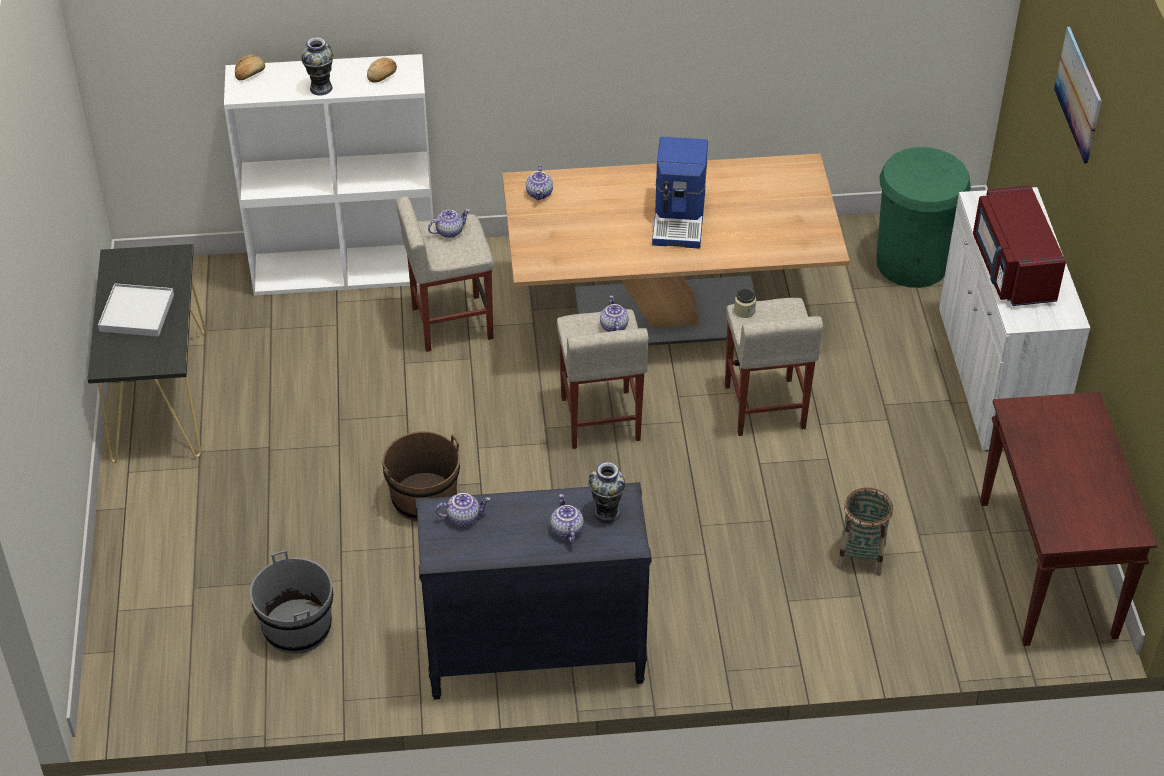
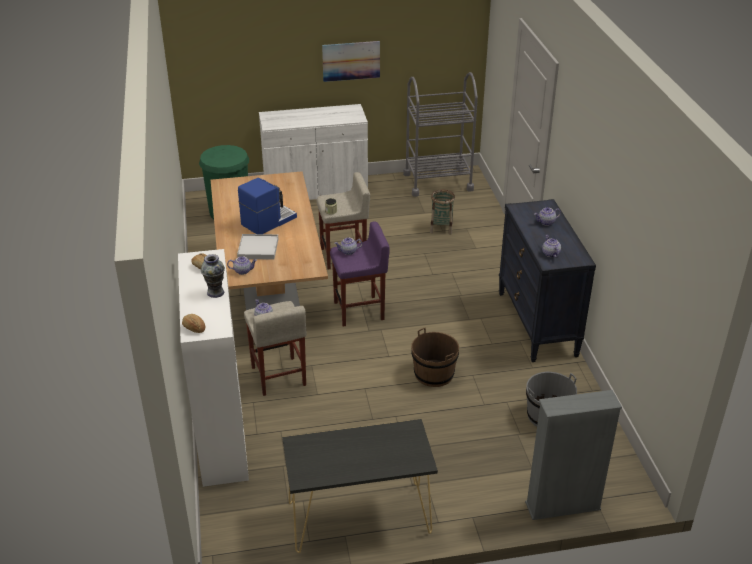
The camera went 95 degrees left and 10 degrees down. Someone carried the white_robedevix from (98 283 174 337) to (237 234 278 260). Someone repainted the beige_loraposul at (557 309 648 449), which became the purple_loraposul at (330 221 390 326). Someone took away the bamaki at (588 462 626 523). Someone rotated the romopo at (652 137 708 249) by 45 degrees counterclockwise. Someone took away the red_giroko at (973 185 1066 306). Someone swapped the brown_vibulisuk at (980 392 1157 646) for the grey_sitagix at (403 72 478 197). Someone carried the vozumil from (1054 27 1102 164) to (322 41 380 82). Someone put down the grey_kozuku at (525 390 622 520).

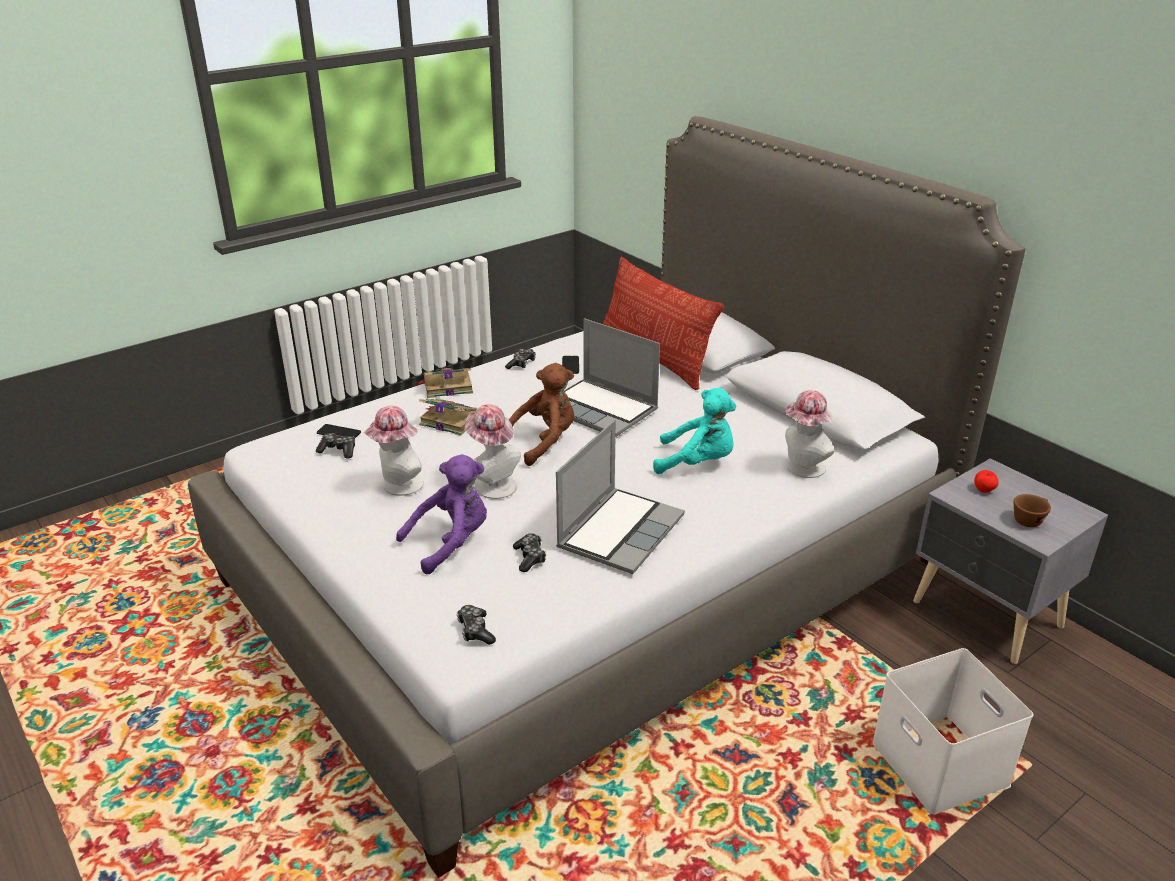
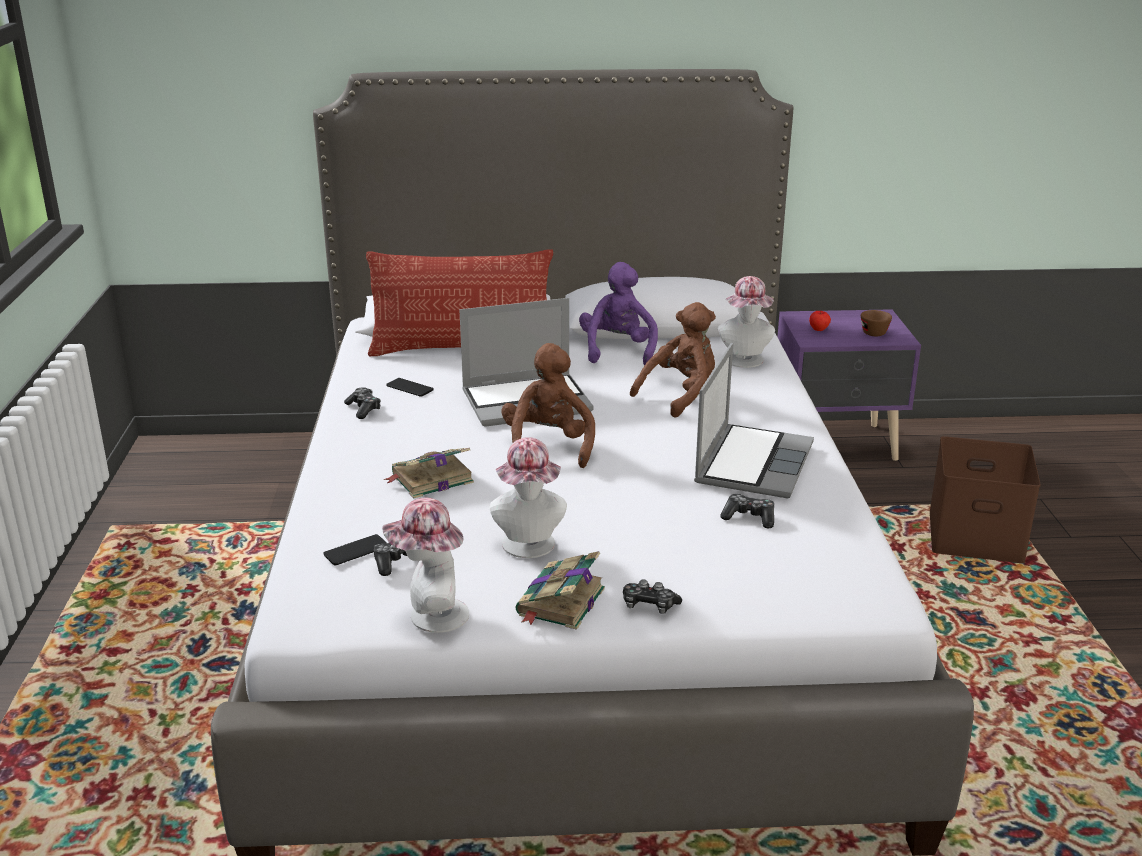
The camera went 55 degrees left and 5 degrees down. Someone carried the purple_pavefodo from (396 454 487 574) to (579 262 658 366). Someone carried the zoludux from (415 368 473 398) to (516 551 605 630). Someone carried the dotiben from (457 605 496 645) to (623 579 682 614). Someone carried the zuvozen from (465 404 521 499) to (382 498 469 633). Someone rotated the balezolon at (556 420 685 574) by 45 degrees clockwise. Someone repainted the turquoise_pavefodo at (653 388 736 474), which became the brown_pavefodo at (630 302 716 418). Someone repainted the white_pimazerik at (873 648 1033 814), which became the brown_pimazerik at (930 436 1040 563). Someone repainted the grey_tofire at (913 458 1108 664), which became the purple_tofire at (778 309 921 461).

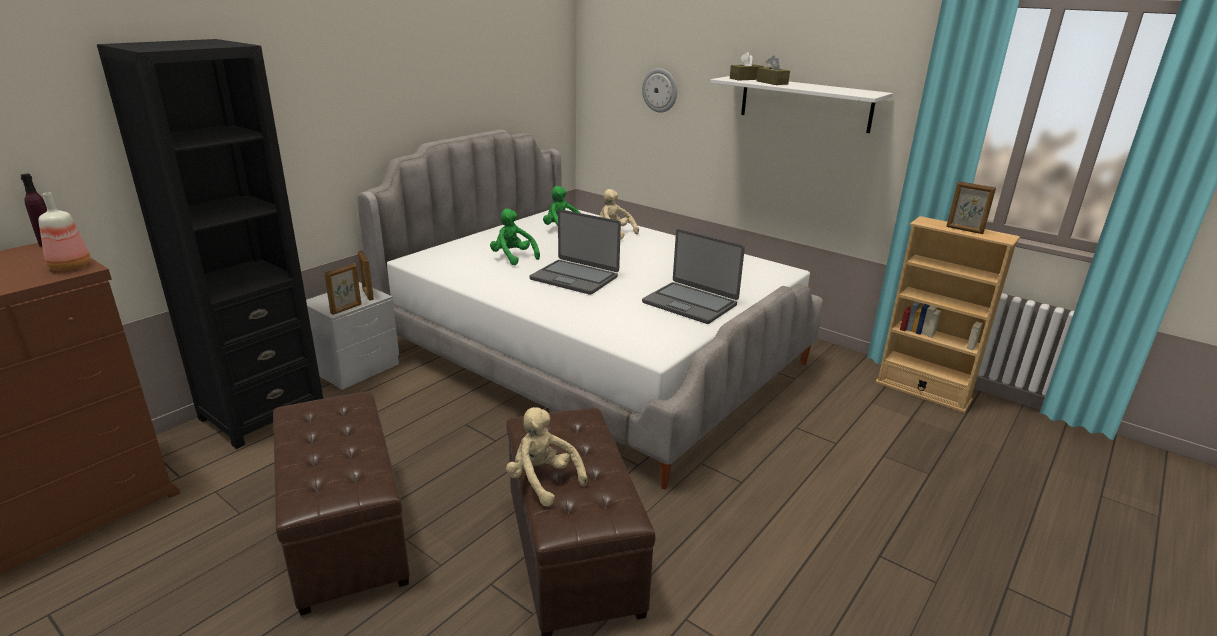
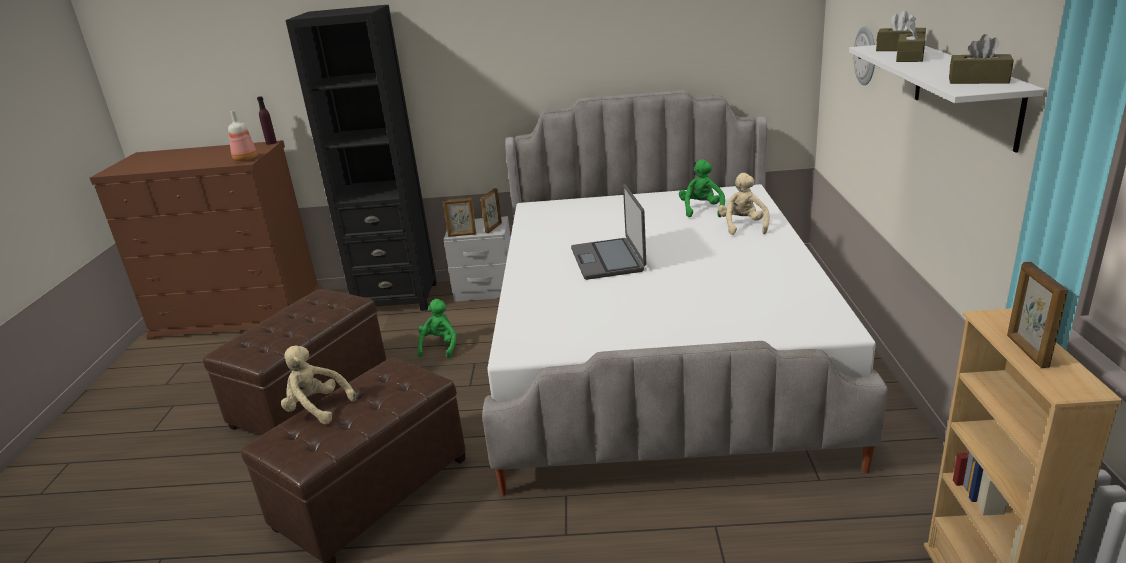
The camera went 55 degrees right and 0 degrees up. Someone carried the green_pavefodo from (490 209 540 265) to (418 299 457 358). Someone rotated the beige_pavefodo at (506 407 588 507) by 75 degrees counterclockwise. Someone took away the balezolon at (642 229 745 324). Someone put down the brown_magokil at (949 34 1014 84).

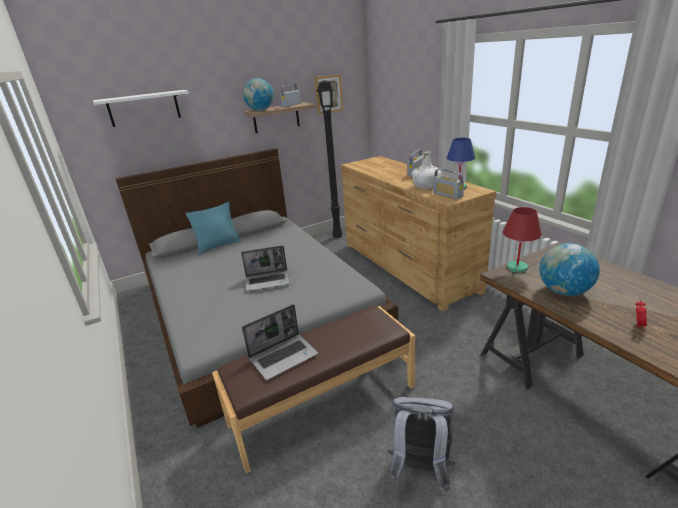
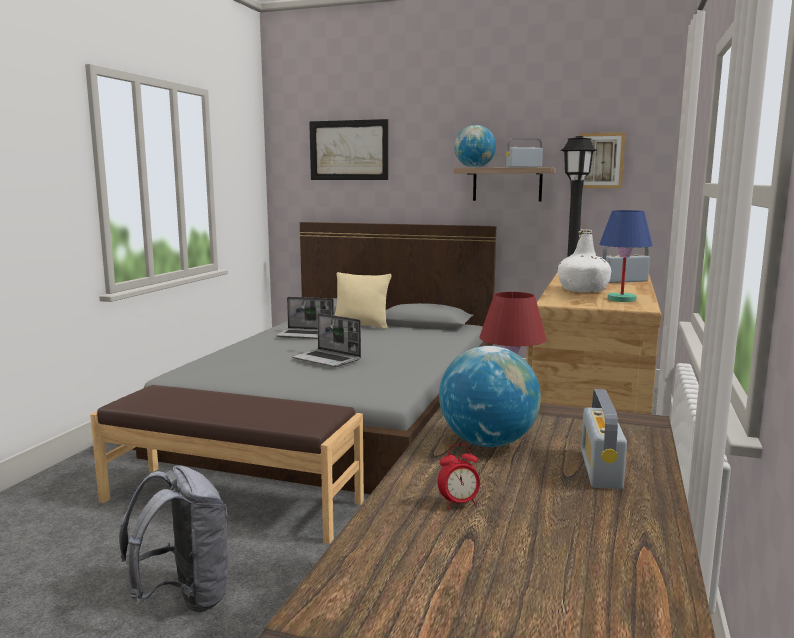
The camera went 45 degrees right and 15 degrees down. Someone swapped the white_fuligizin at (93 90 189 127) for the vozumil at (309 119 388 180). Someone repainted the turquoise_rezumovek at (186 202 241 255), which became the beige_rezumovek at (334 272 392 329). Someone carried the balezolon from (242 304 318 380) to (276 297 334 339). Someone carried the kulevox from (433 169 464 199) to (581 389 627 489).

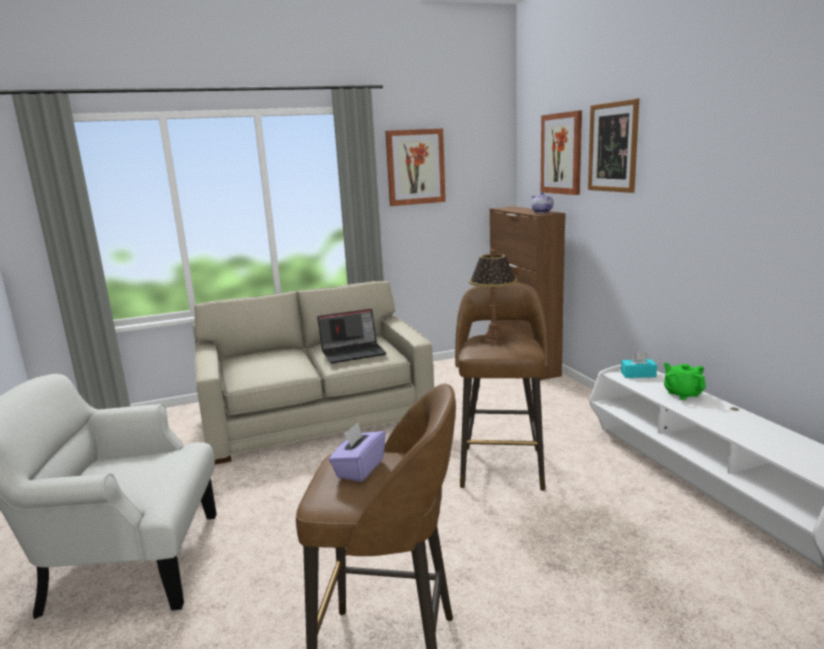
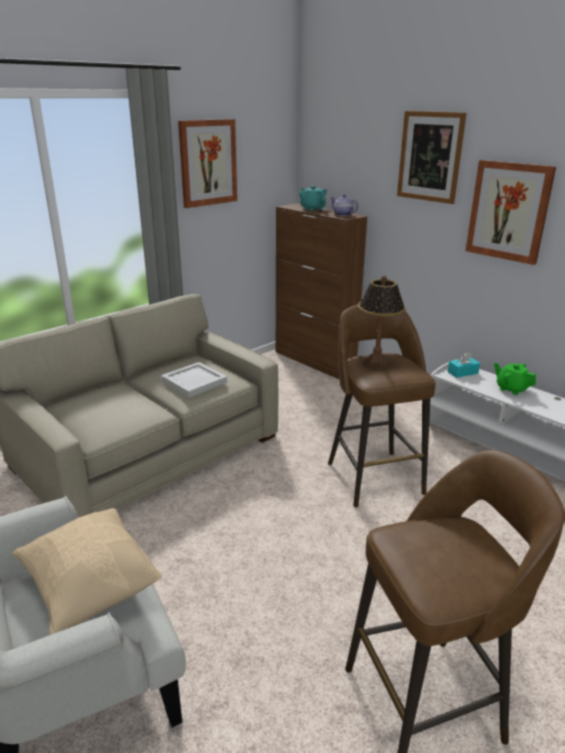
The camera went 25 degrees left and 10 degrees up. Someone swapped the balezolon at (317 309 386 364) for the white_robedevix at (161 362 227 397). Someone took away the purple_magokil at (329 422 386 482). Someone carried the vozumil from (541 110 582 195) to (466 160 556 265). Someone put down the beige_rezumovek at (12 508 162 635). Someone put down the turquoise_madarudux at (299 186 327 211).

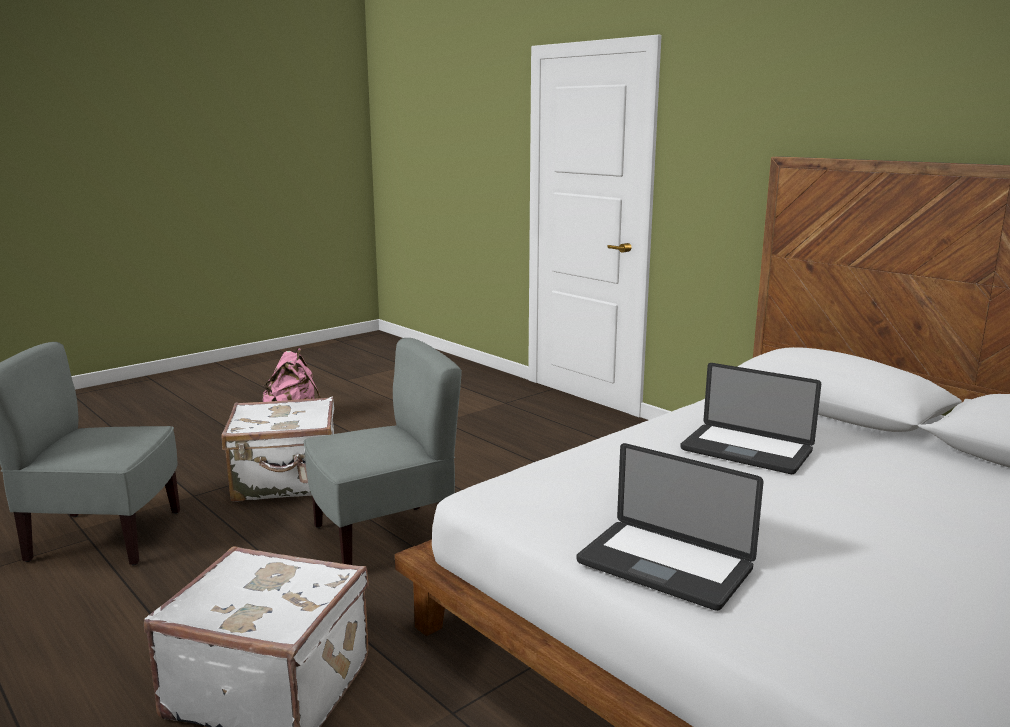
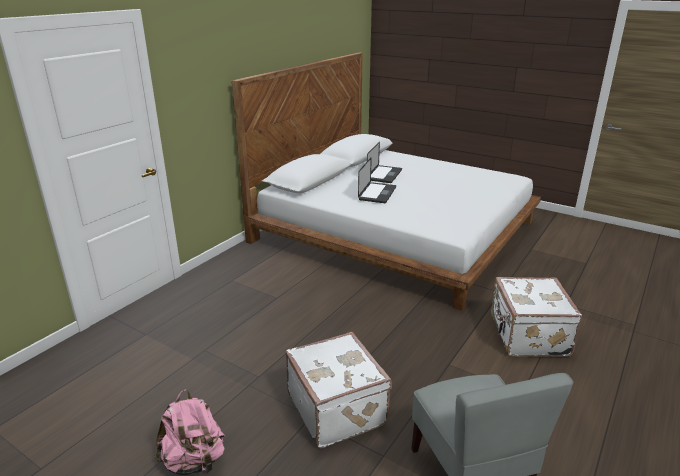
The camera went 105 degrees left and 10 degrees up. Someone took away the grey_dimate at (304 338 462 565). Someone carried the balezolon from (576 443 764 611) to (367 142 402 183).

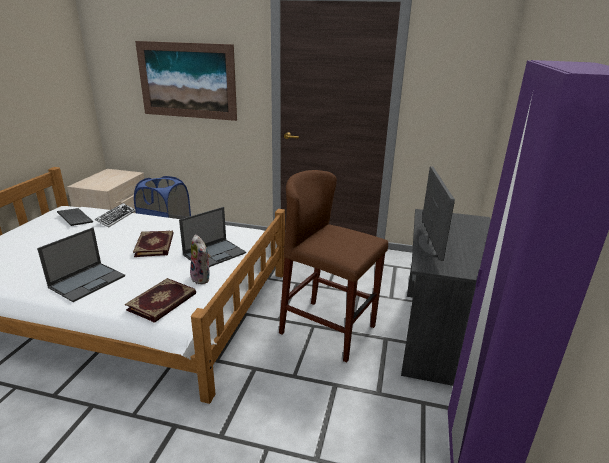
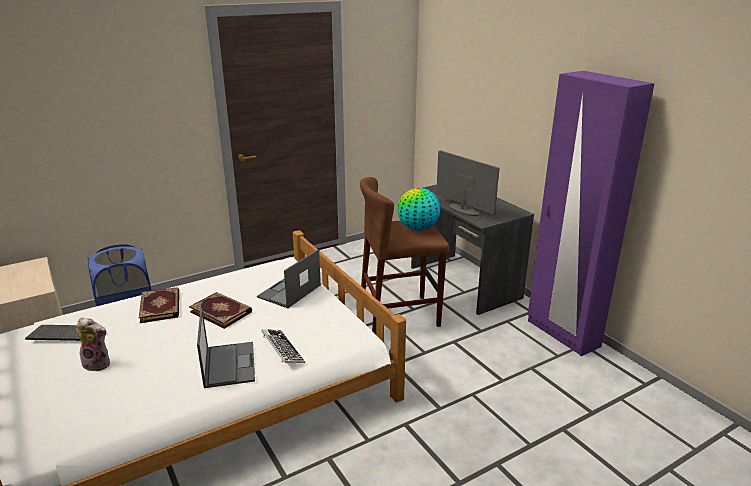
The camera went 45 degrees left and 0 degrees up. Someone carried the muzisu from (95 203 136 227) to (261 329 305 363). Someone carried the zoludux from (125 278 196 323) to (139 287 179 323). Someone took away the vozumil at (135 41 237 121). Someone rotated the balezolon at (179 207 246 267) by 150 degrees counterclockwise. Someone carried the pavefodo from (190 234 211 284) to (76 317 110 371). Someone put down the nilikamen at (397 188 440 231).

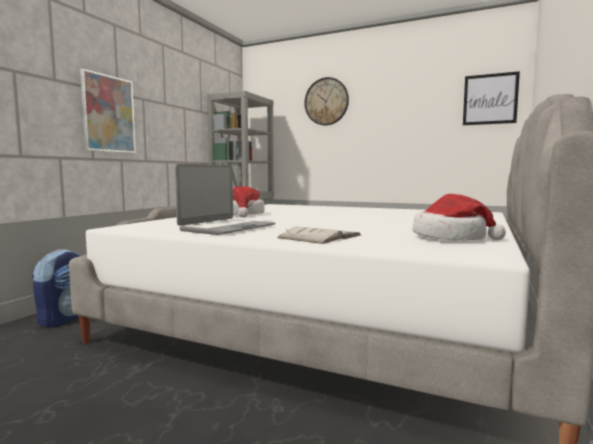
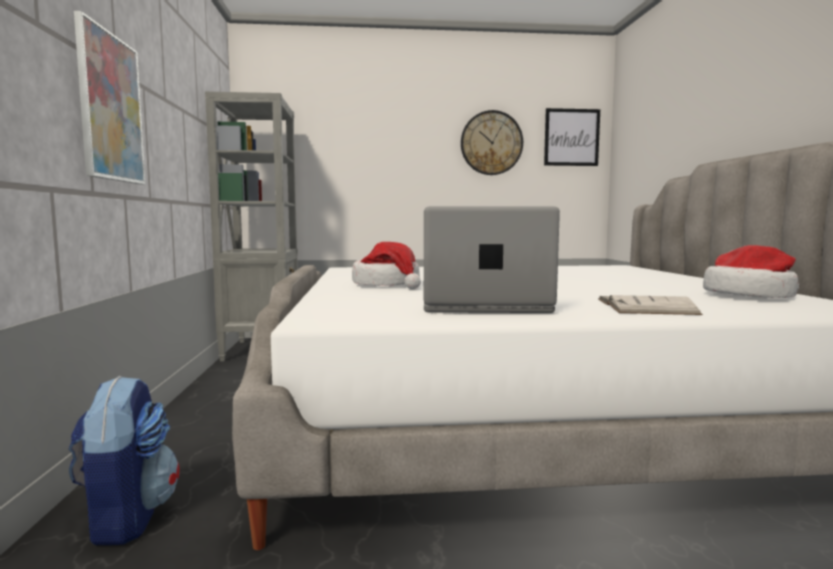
The camera went 30 degrees left and 0 degrees up. Someone rotated the balezolon at (175 164 276 235) by 90 degrees counterclockwise. Someone carried the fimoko from (304 77 349 125) to (461 110 523 175).

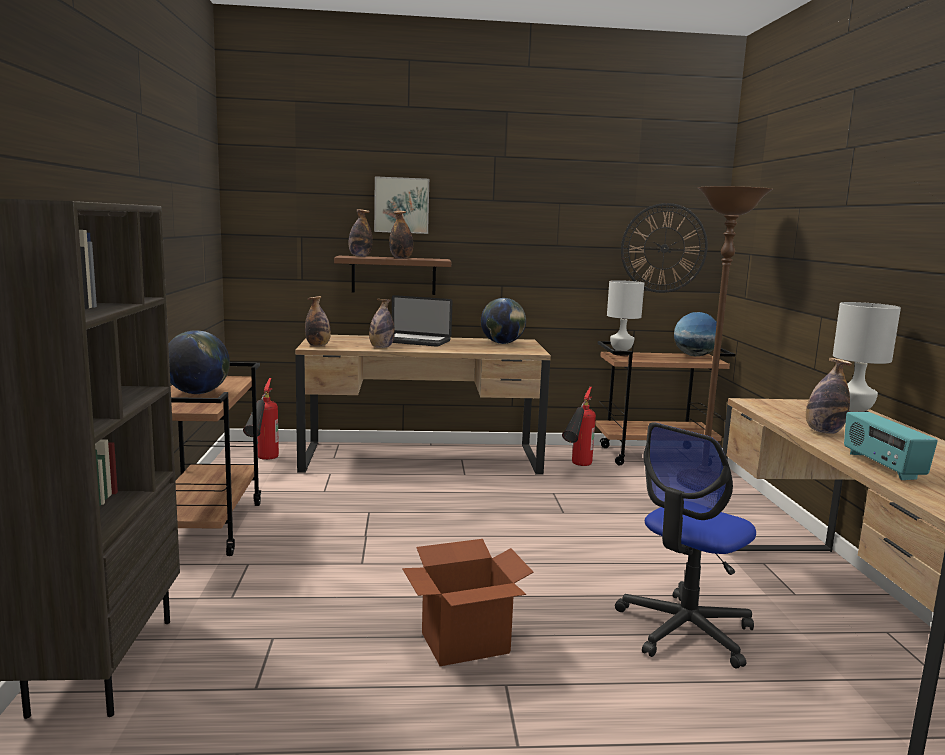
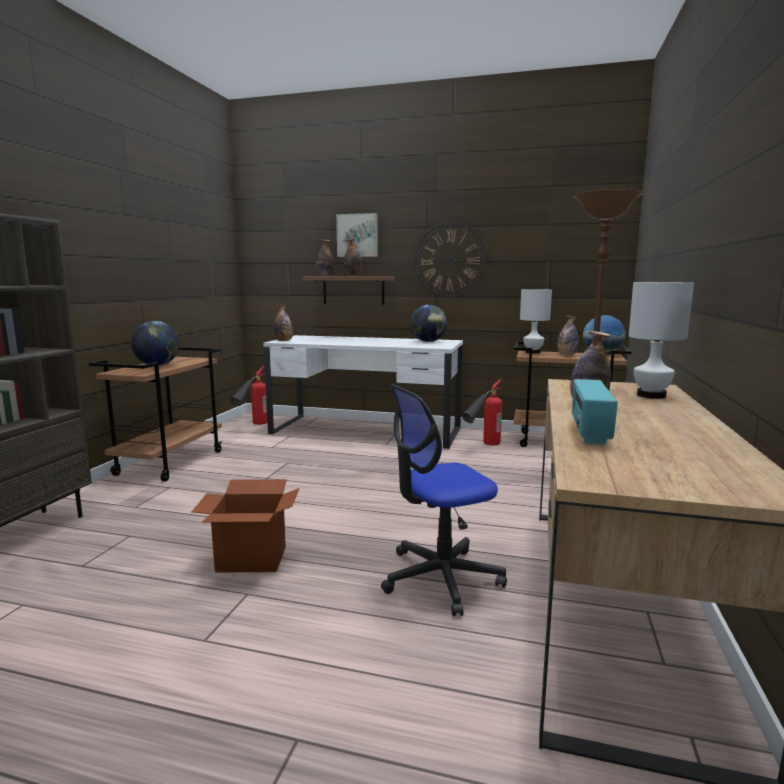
The camera went 20 degrees right and 0 degrees up. Someone repainted the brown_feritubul at (295 335 551 475), which became the white_feritubul at (263 335 463 449). Someone carried the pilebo from (369 299 395 348) to (557 316 579 356). Someone took away the balezolon at (392 295 452 347). Someone carried the fimoko from (621 203 708 293) to (414 222 487 297).

